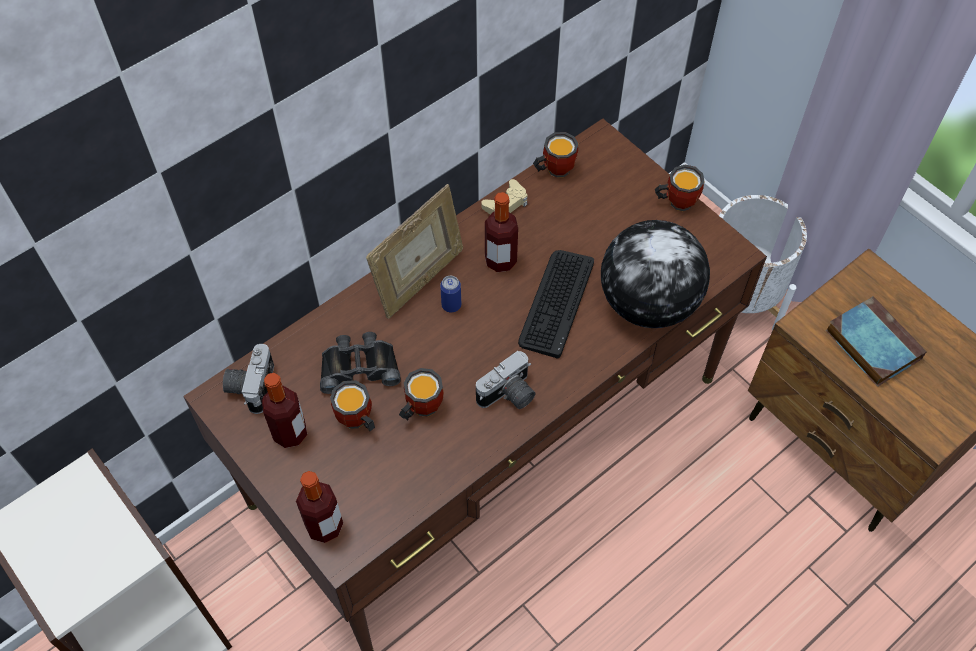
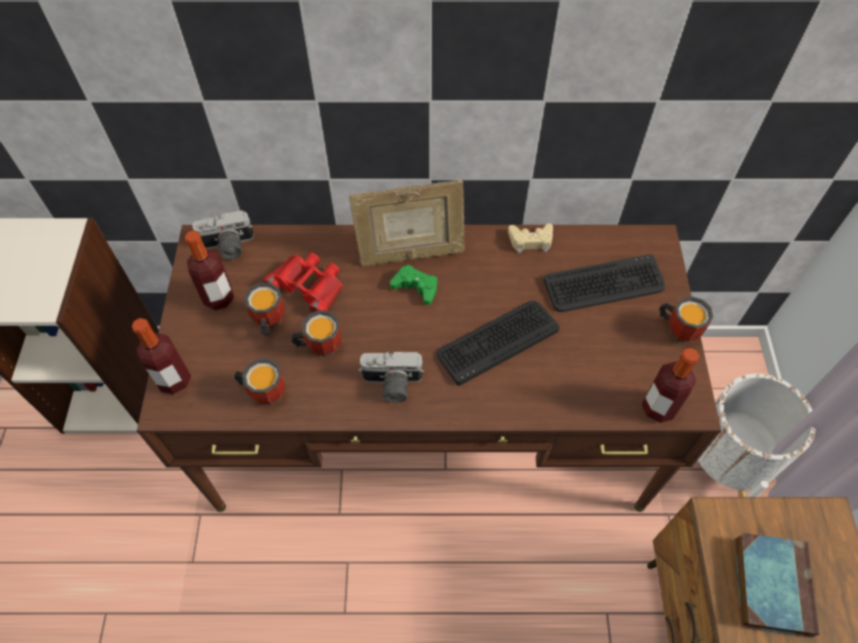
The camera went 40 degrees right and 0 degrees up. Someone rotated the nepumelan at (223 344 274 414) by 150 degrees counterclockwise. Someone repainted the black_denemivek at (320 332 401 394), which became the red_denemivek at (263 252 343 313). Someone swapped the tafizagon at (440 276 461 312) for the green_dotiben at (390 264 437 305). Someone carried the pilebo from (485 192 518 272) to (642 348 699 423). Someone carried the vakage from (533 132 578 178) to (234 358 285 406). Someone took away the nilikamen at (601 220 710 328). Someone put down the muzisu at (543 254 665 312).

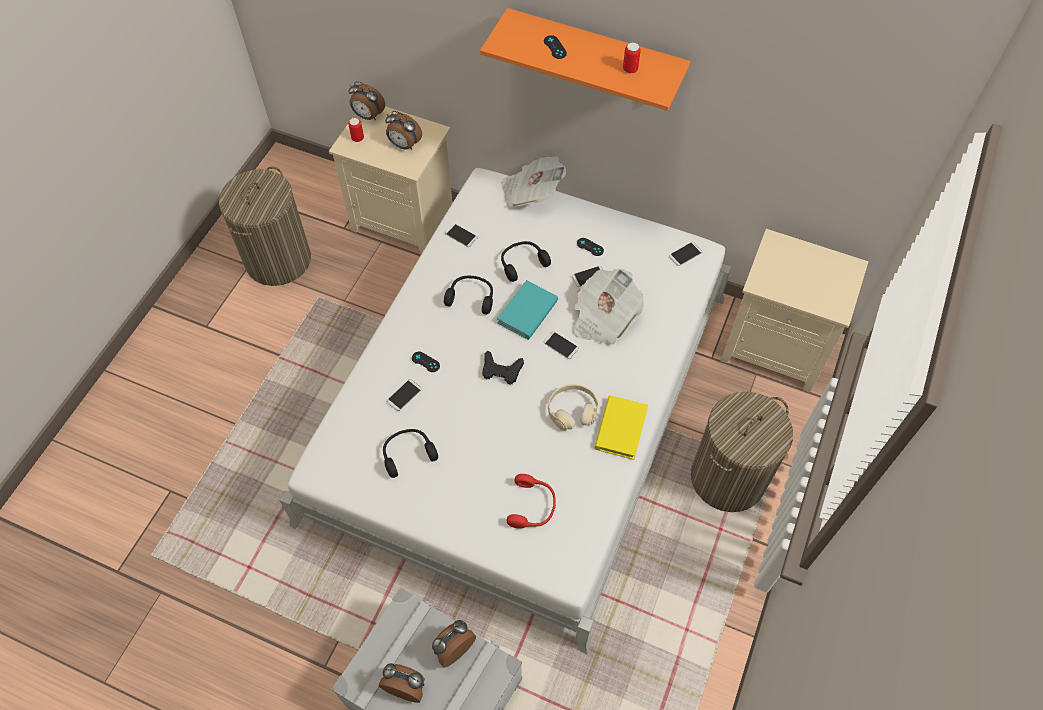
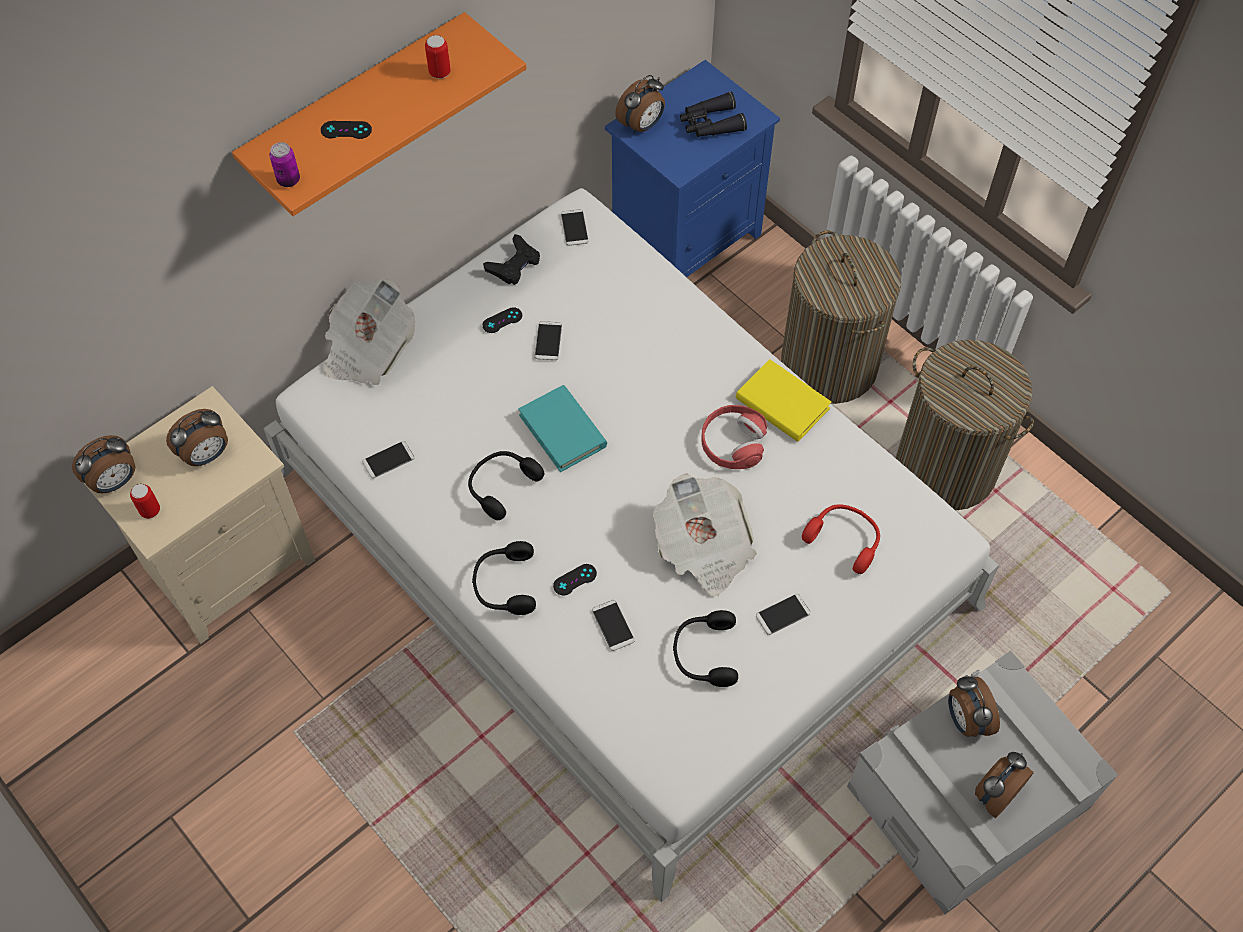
The camera went 65 degrees left and 0 degrees up. Someone carried the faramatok from (219 166 311 286) to (896 340 1034 511). Someone carried the black_dotiben from (482 350 524 385) to (483 234 540 285). Someone carried the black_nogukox from (501 241 551 282) to (472 541 536 615). Someone carried the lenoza from (544 331 579 359) to (756 594 811 635). Someone repainted the beige_nogukox at (548 384 598 431), which became the red_nogukox at (701 405 767 469). Someone carried the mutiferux from (573 269 644 344) to (653 474 757 596). Someone repainted the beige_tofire at (721 229 869 393), which became the blue_tofire at (605 60 780 277). Someone put down the tafizagon at (269 142 300 187). Someone put down the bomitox at (615 75 665 134). Someone put down the black_denemivek at (680 92 747 137).

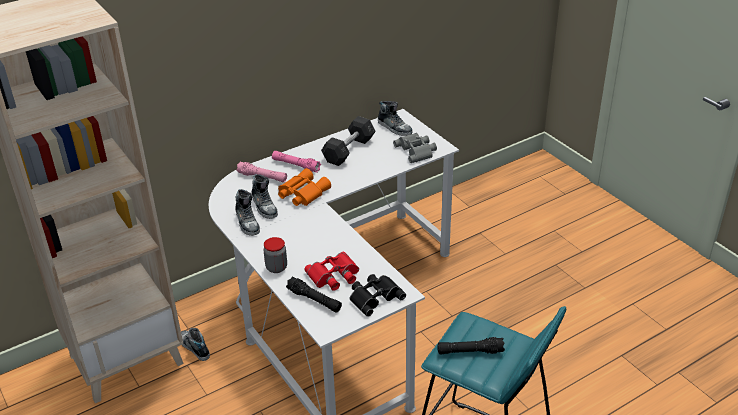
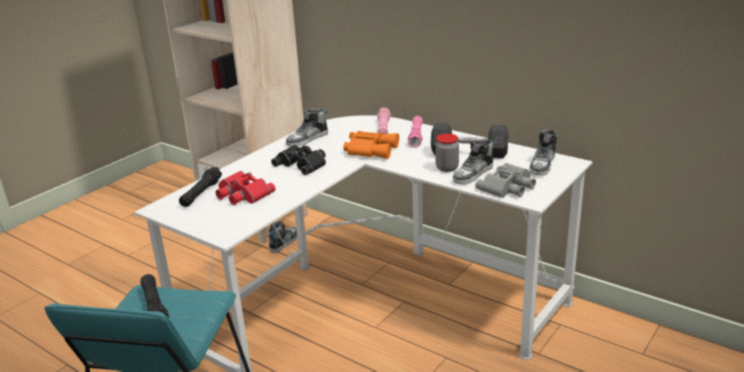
The camera went 70 degrees right and 10 degrees down. Someone carried the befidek from (252 174 278 219) to (453 139 494 184). Someone carried the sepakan from (263 237 287 273) to (435 134 459 172). Someone carried the black_denemivek from (350 274 406 317) to (271 145 326 175).

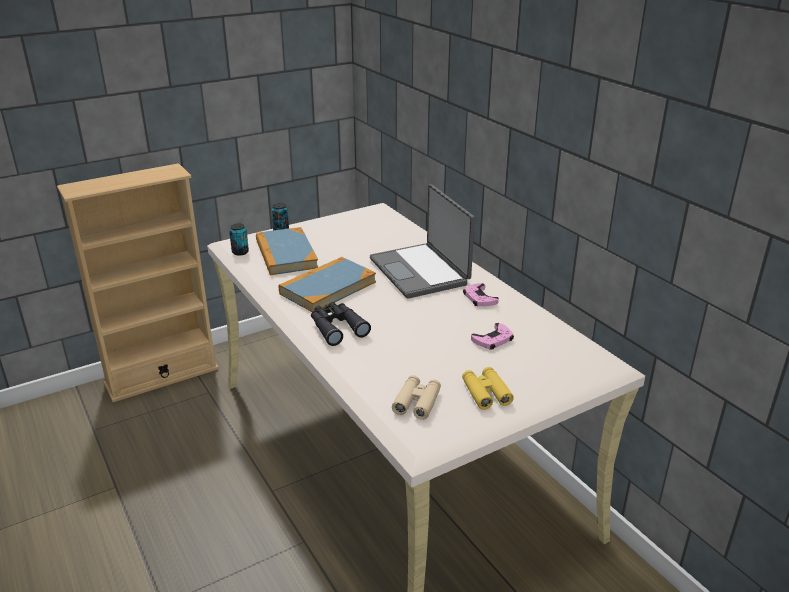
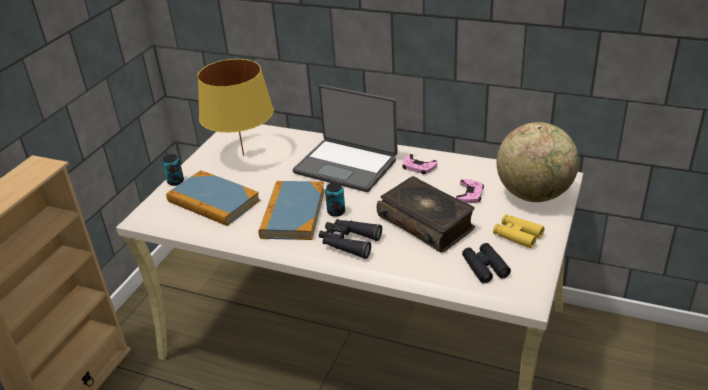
The camera went 35 degrees left and 5 degrees up. Someone carried the tafizagon from (229 223 249 256) to (325 182 345 217). Someone repainted the beige_denemivek at (392 375 441 420), which became the black_denemivek at (462 243 511 284). Someone put down the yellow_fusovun at (197 59 274 156). Someone put down the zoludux at (377 176 475 253). Someone put down the nilikamen at (497 122 579 202).

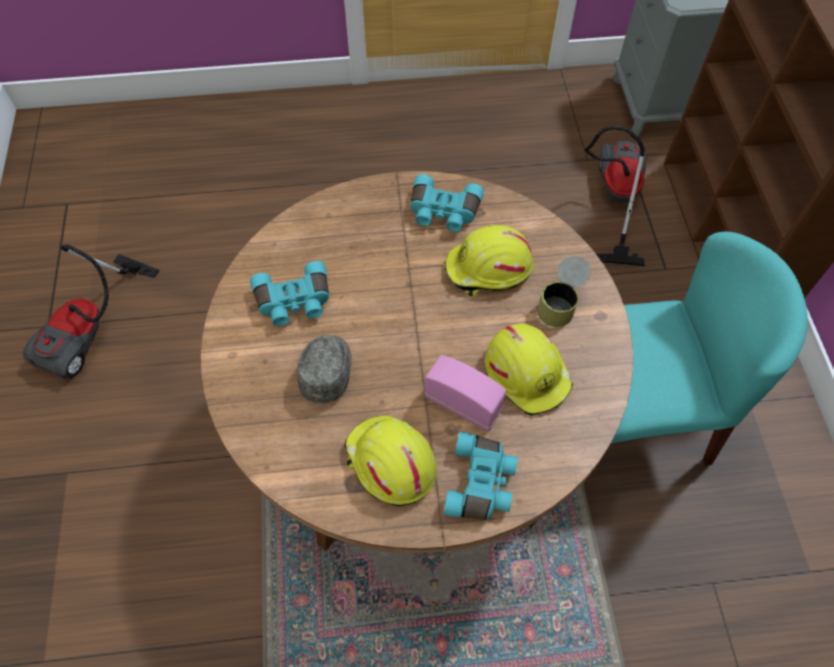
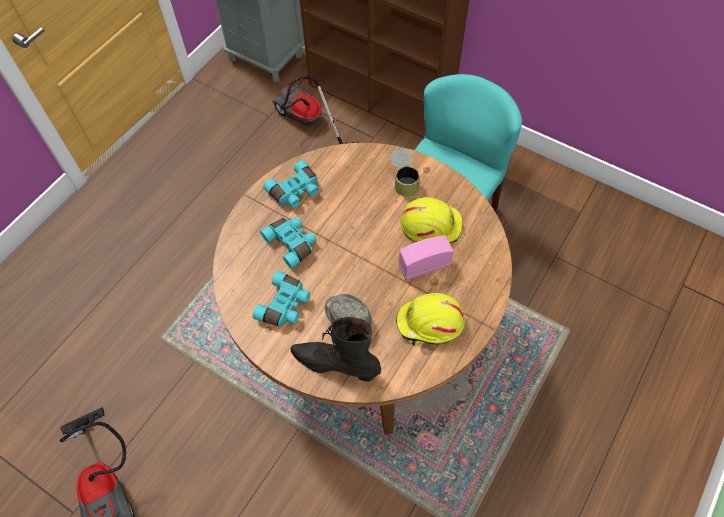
The camera went 50 degrees left and 0 degrees up. Someone took away the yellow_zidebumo at (444 225 534 297). Someone carried the turquoise_denemivek from (444 431 518 520) to (260 217 317 269). Someone put down the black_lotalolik at (291 317 381 382).

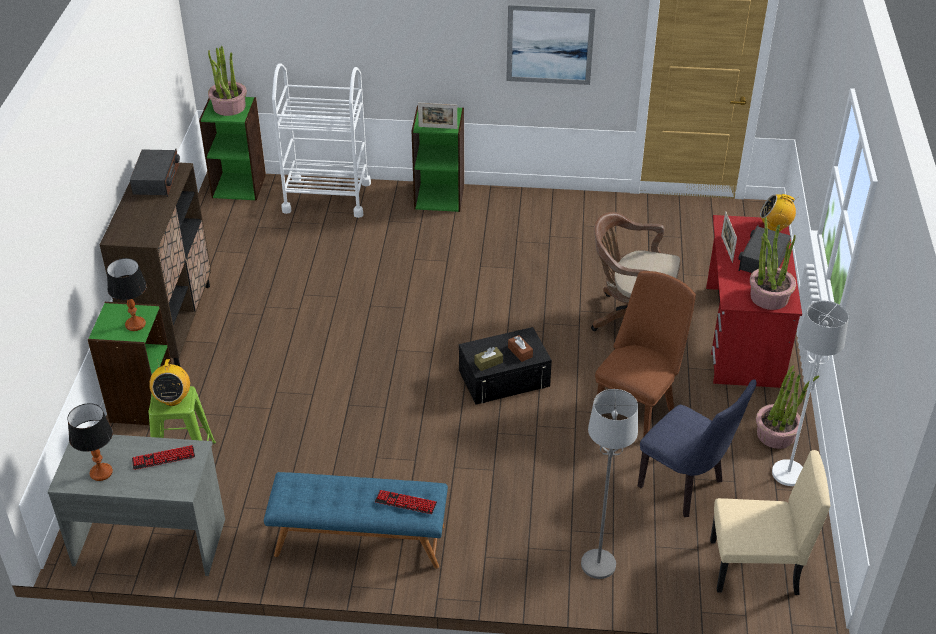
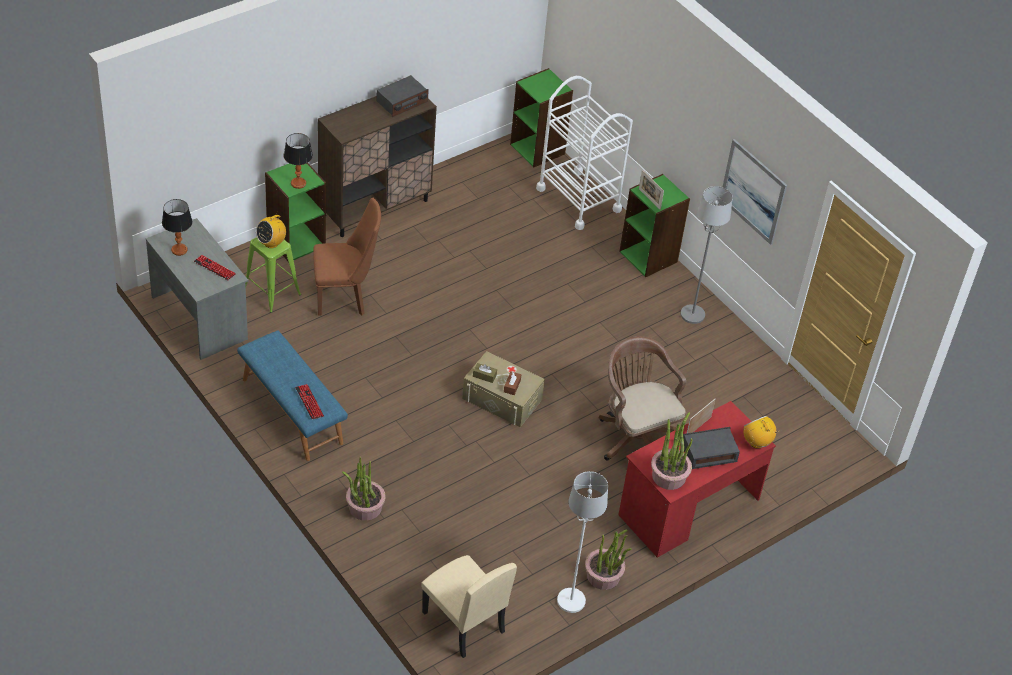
The camera went 45 degrees right and 5 degrees up. Someone carried the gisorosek from (208 46 247 116) to (342 457 386 521). Someone repainted the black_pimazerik at (459 327 552 405), which became the beige_pimazerik at (462 351 545 427). Someone carried the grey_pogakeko from (581 389 638 579) to (680 186 733 324). Someone carried the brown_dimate from (595 271 696 437) to (313 197 381 315). Someone took away the blue_dimate at (638 379 757 517).

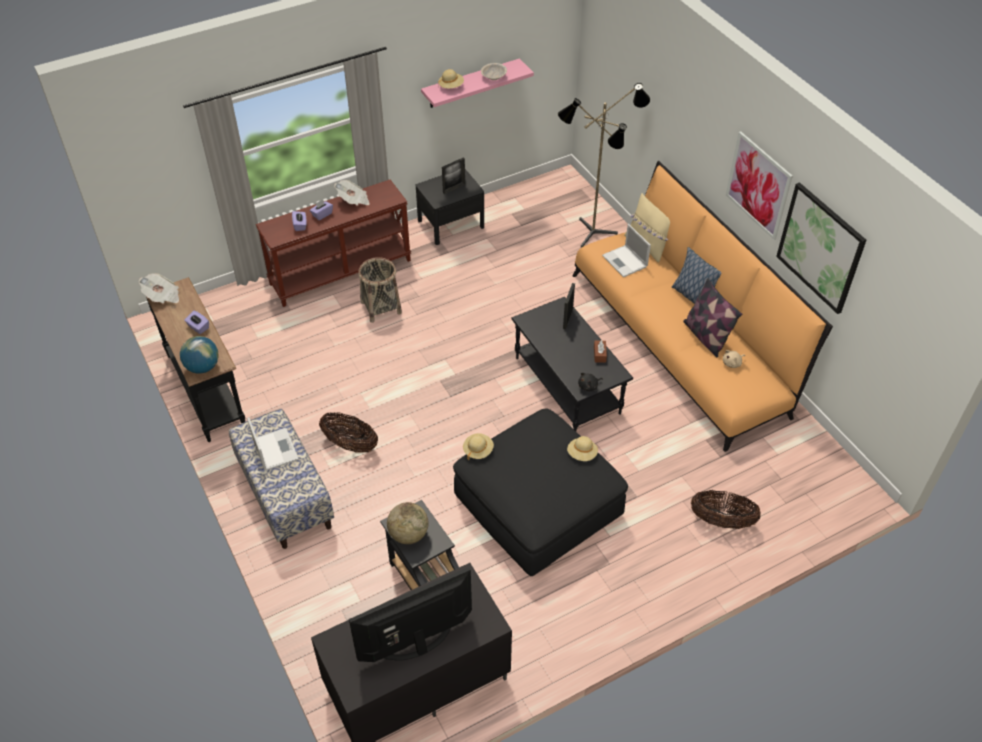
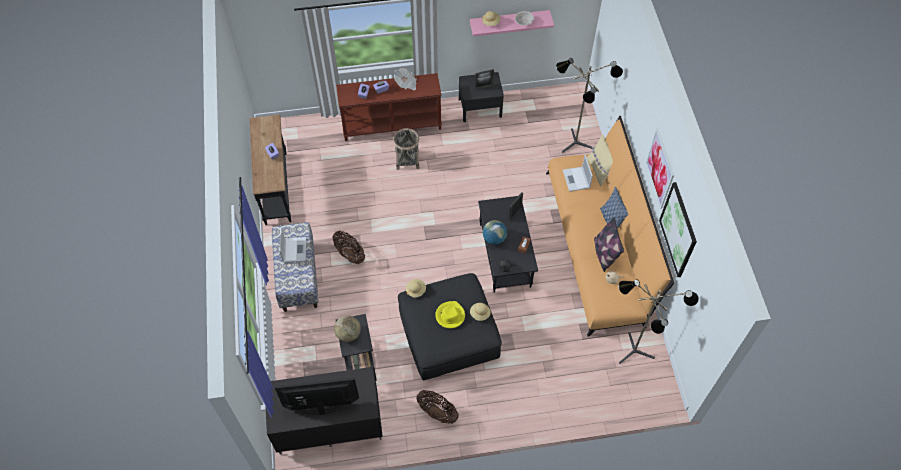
The camera went 20 degrees right and 10 degrees up. Someone took away the mutiferux at (139 273 179 303). Someone carried the nilikamen from (180 336 219 373) to (483 220 507 245). Someone carried the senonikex from (691 490 761 529) to (416 390 459 424). Someone put down the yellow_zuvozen at (435 301 465 328). Someone put down the pogakeko at (618 279 699 364).

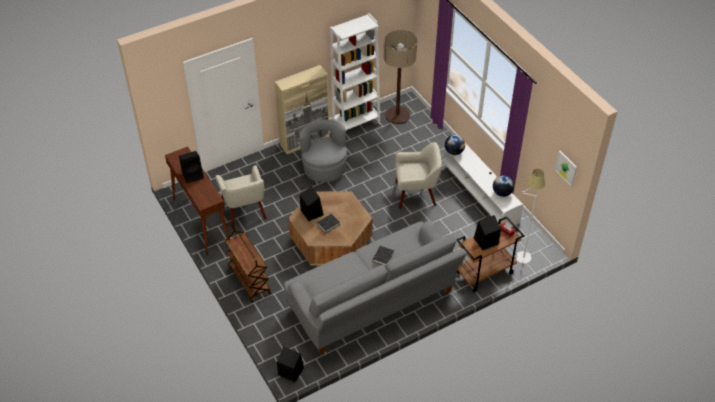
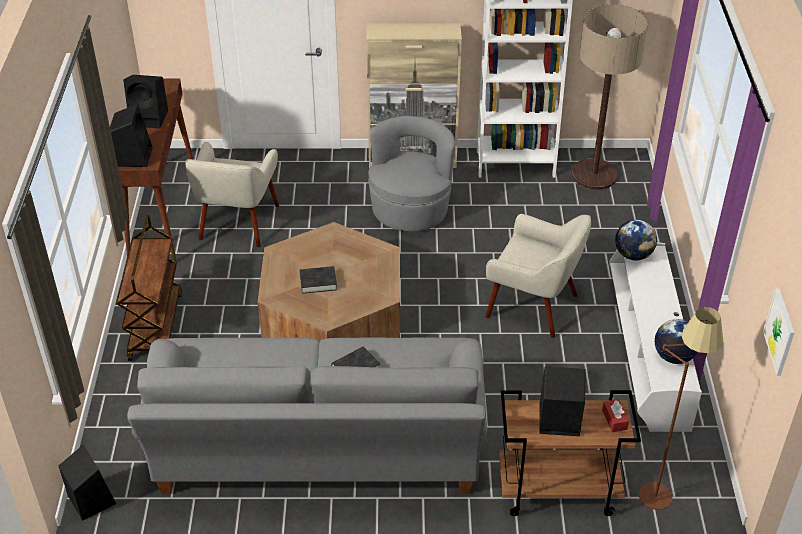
The camera went 30 degrees right and 5 degrees down. Someone carried the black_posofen from (300 186 323 222) to (110 104 153 167). Someone repainted the white_pogakeko at (516 169 545 264), which became the brown_pogakeko at (639 307 723 510).

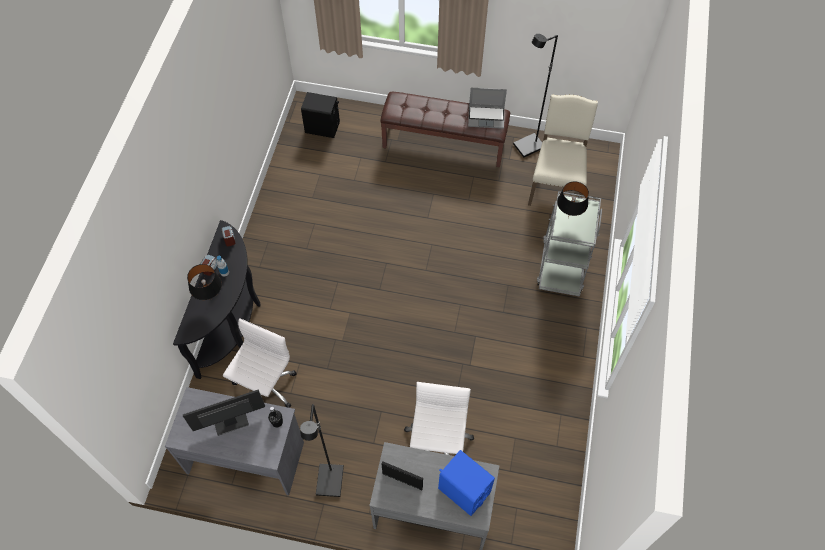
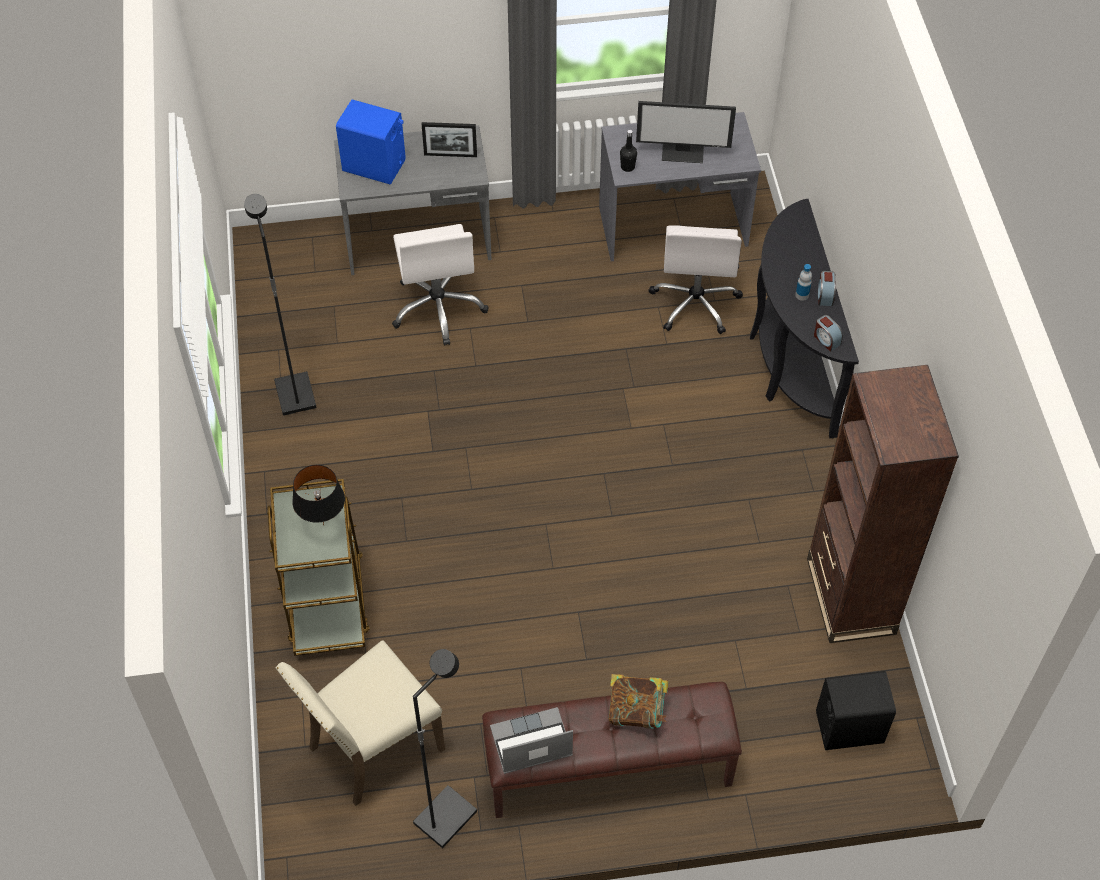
The camera went 160 degrees right and 5 degrees down. Someone rotated the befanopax at (183 389 265 436) by 45 degrees clockwise. Someone took away the black_fusovun at (187 264 222 300). Someone carried the black_pogakeko from (300 404 344 497) to (244 194 317 416). Someone rotated the beige_dimate at (528 94 598 206) by 60 degrees clockwise. Someone repainted the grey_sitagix at (536 191 602 297), which became the brown_sitagix at (267 479 370 656). Someone put down the zoludux at (609 674 668 729). Someone put down the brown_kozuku at (807 365 959 643).

